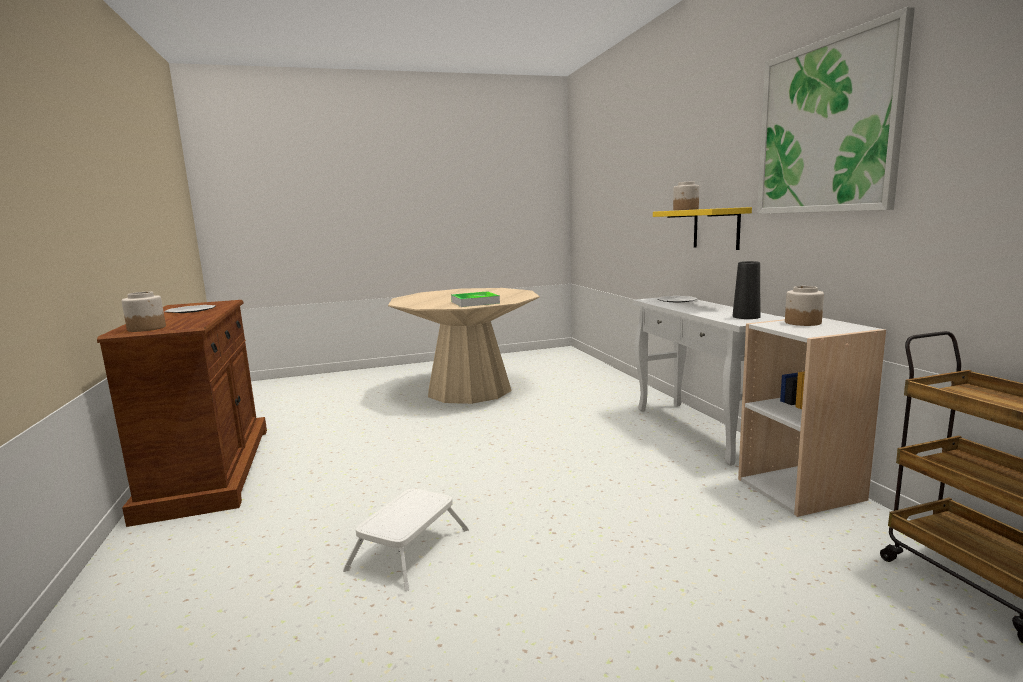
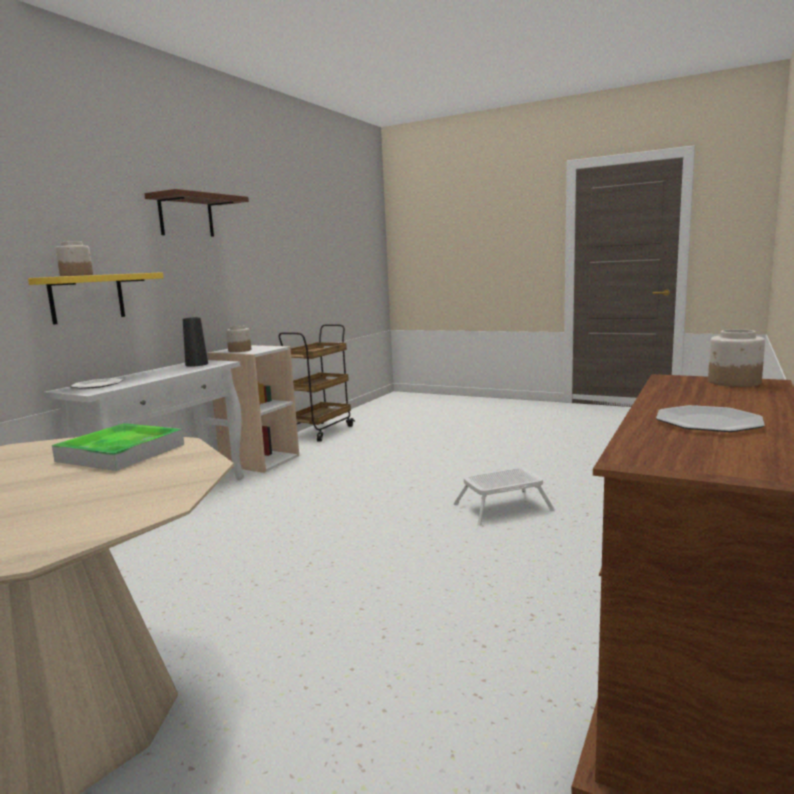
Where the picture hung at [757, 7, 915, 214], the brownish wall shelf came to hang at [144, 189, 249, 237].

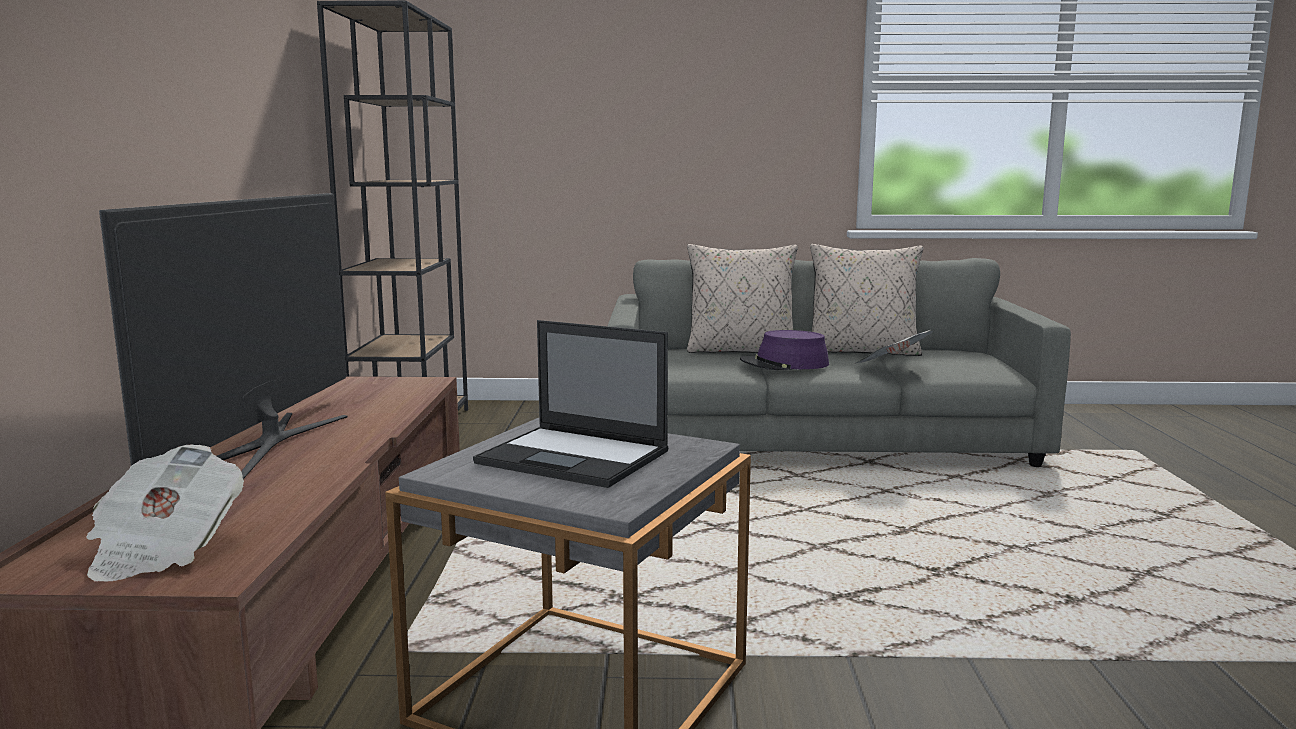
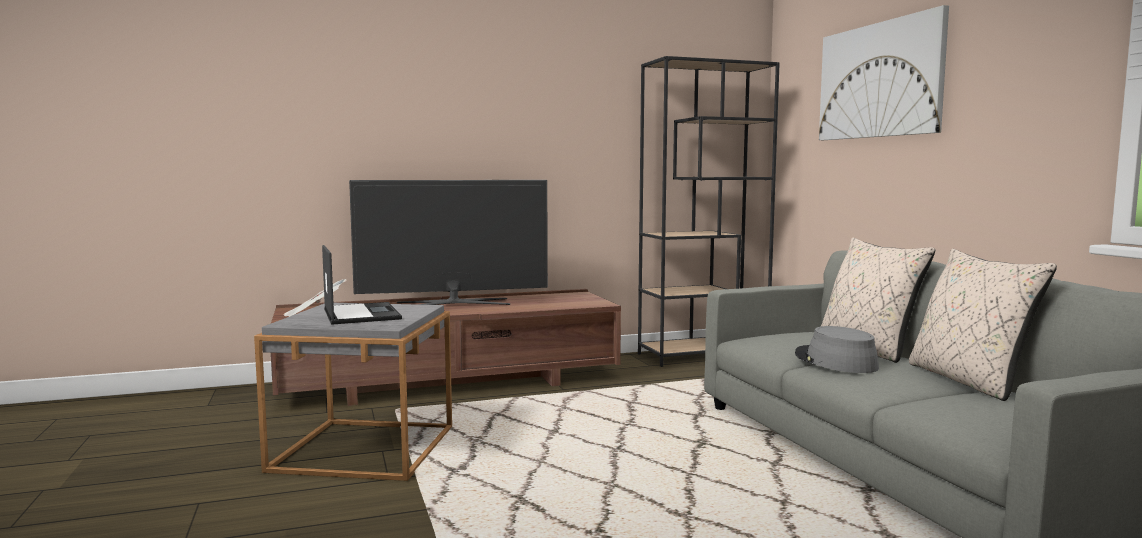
The laptop at [473, 320, 669, 488] ended up facing another way, 150 degrees clockwise from before.
What was the purplish hat at [740, 330, 829, 370] turned into the grey hat at [795, 326, 879, 373].
The second view gained the picture at [819, 5, 949, 140].
The second view lost the printed paper at [855, 330, 933, 364].

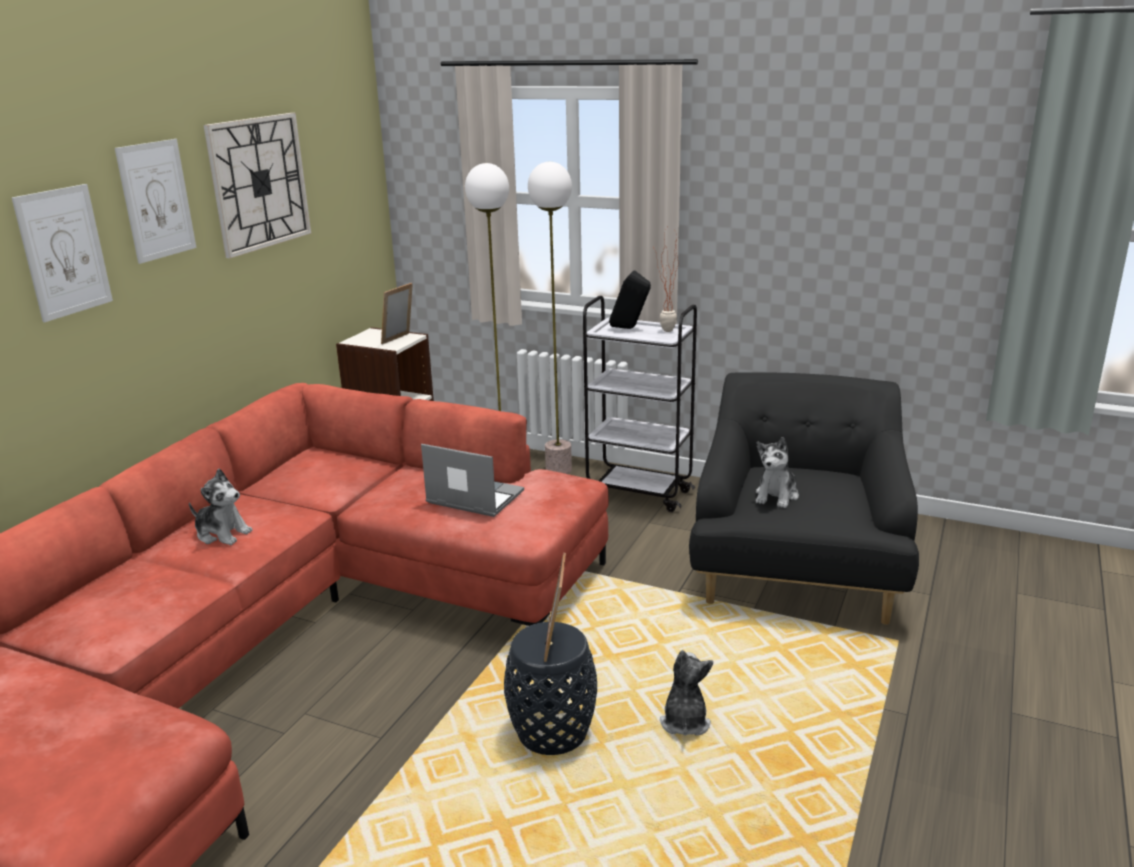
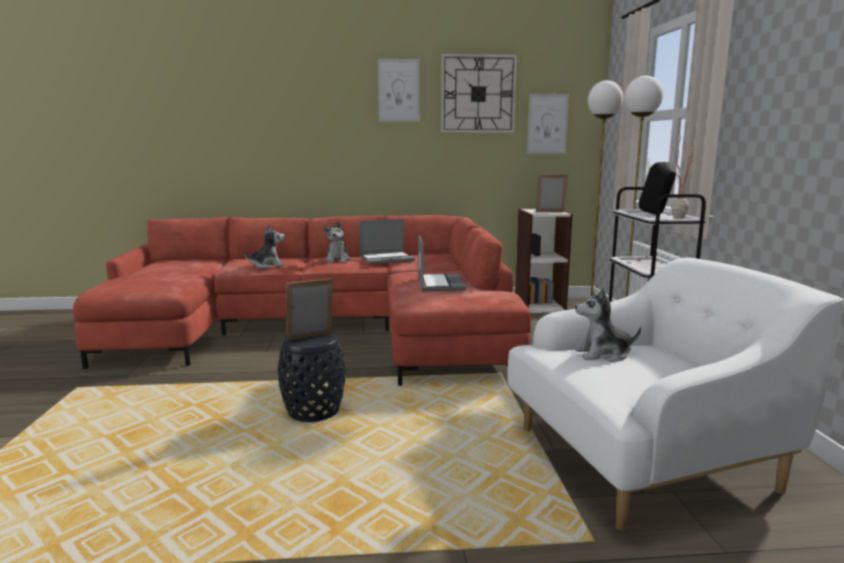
The plush toy ended up elsewhere, having gone from [660, 650, 713, 736] to [244, 224, 285, 268].
The second view gained the laptop at [359, 219, 415, 264].
What was the blackish easy chair at [689, 373, 919, 625] turned into the white-coloured easy chair at [507, 258, 844, 531].
The picture ended up elsewhere, having gone from [12, 184, 113, 322] to [527, 94, 569, 154].

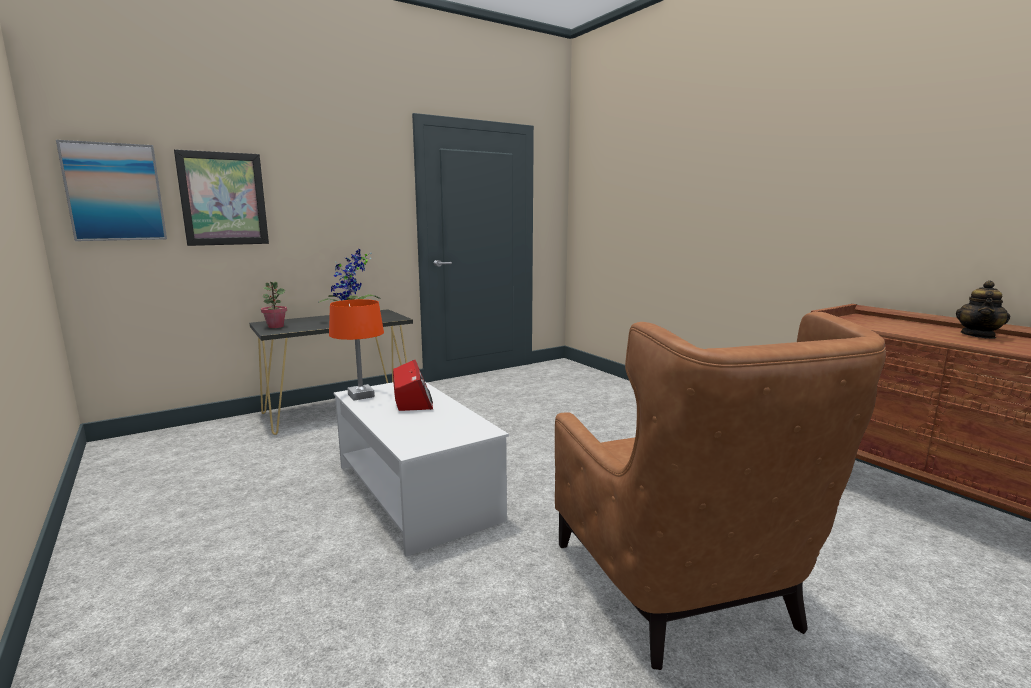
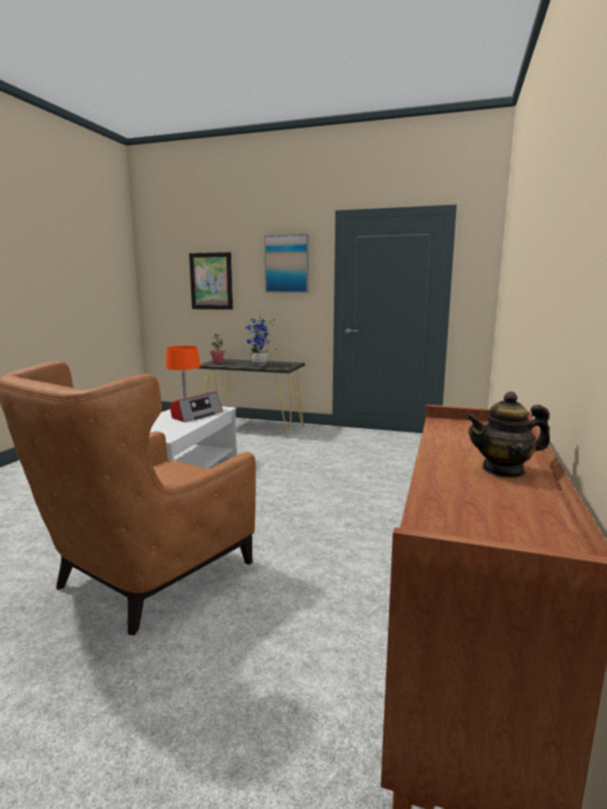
The picture ended up elsewhere, having gone from [56, 140, 167, 241] to [264, 234, 309, 293].

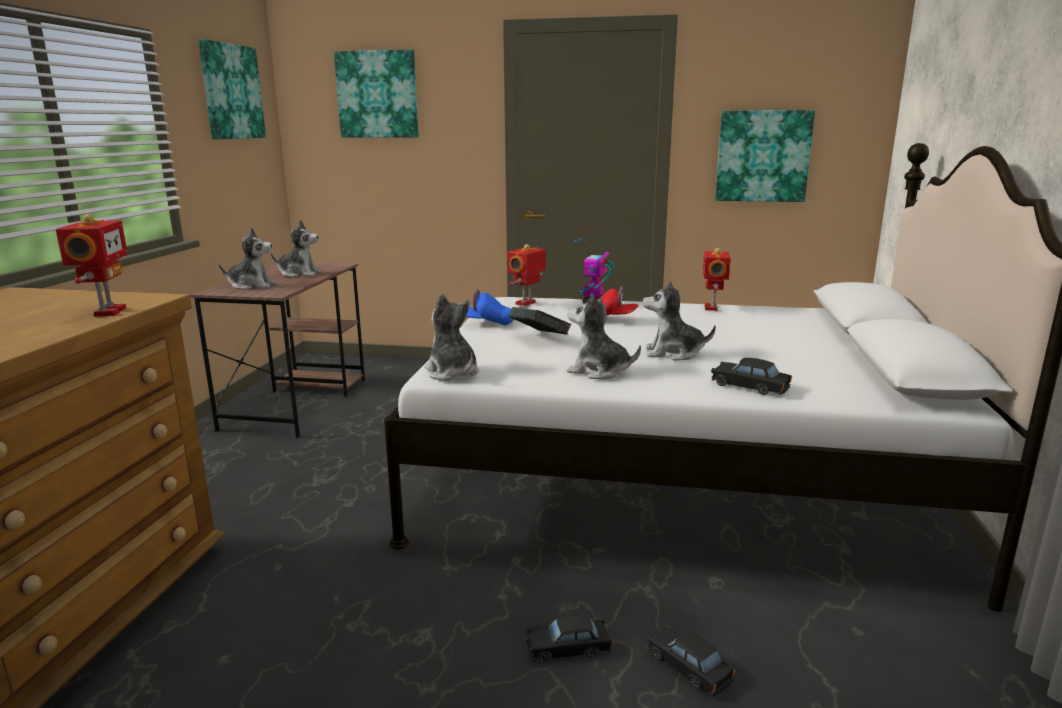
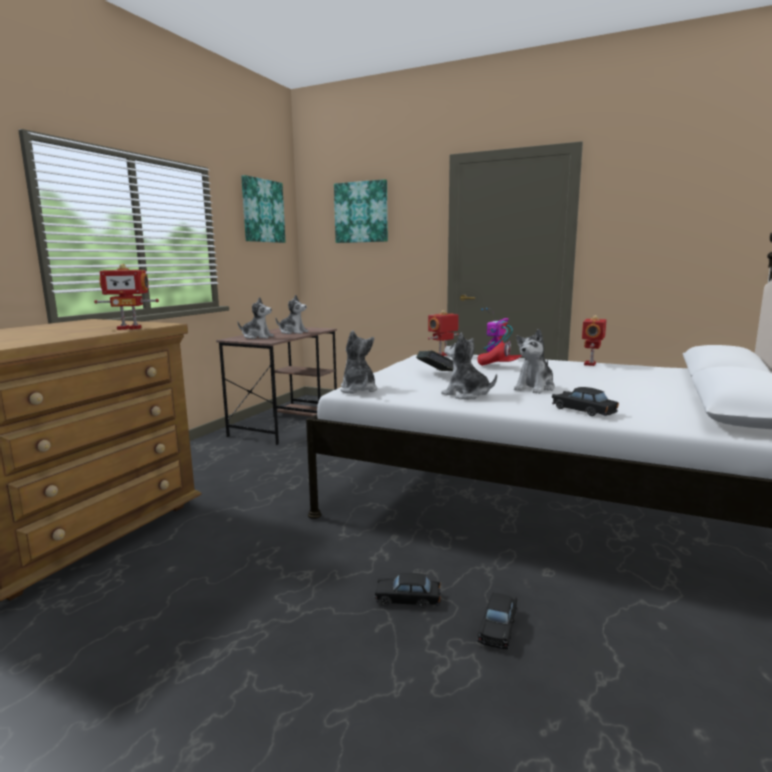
The robot figure at [56, 214, 128, 317] ended up facing another way, 75 degrees clockwise from before.
The blackish model car at [647, 624, 735, 696] ended up facing another way, 135 degrees counterclockwise from before.
The plush toy at [643, 280, 716, 361] ended up facing another way, 75 degrees counterclockwise from before.
The second view lost the bluish baseball cap at [466, 289, 514, 325].
The second view lost the picture at [715, 110, 815, 202].

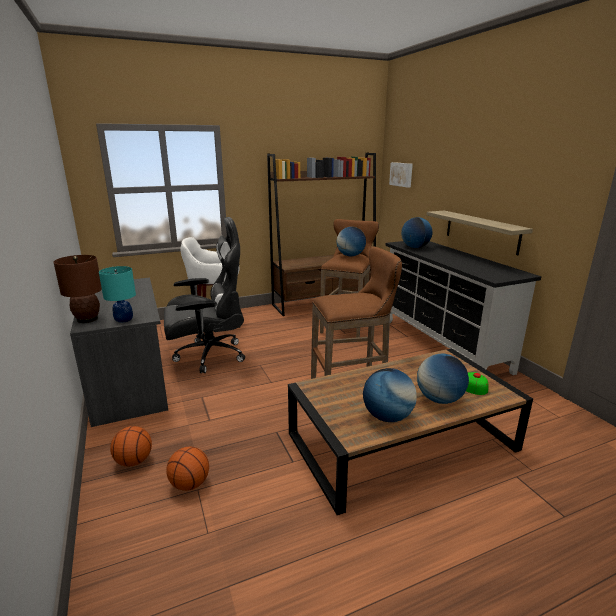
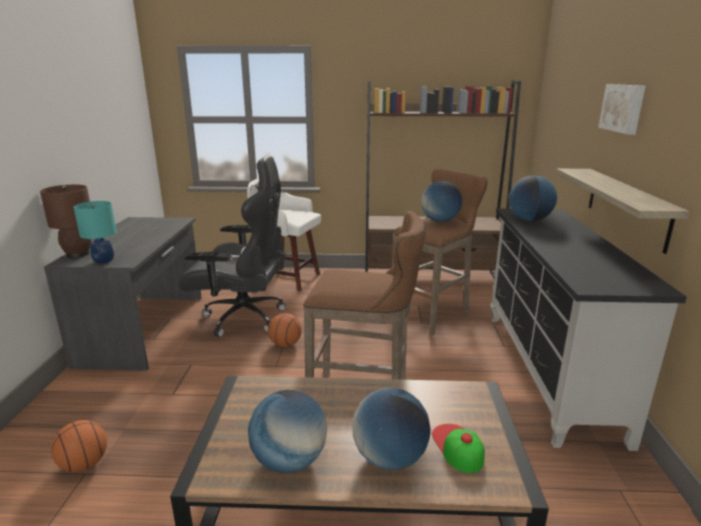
The basketball ball ended up elsewhere, having gone from [110, 426, 152, 467] to [268, 313, 302, 347].
The picture ended up elsewhere, having gone from [389, 162, 413, 188] to [598, 84, 646, 135].

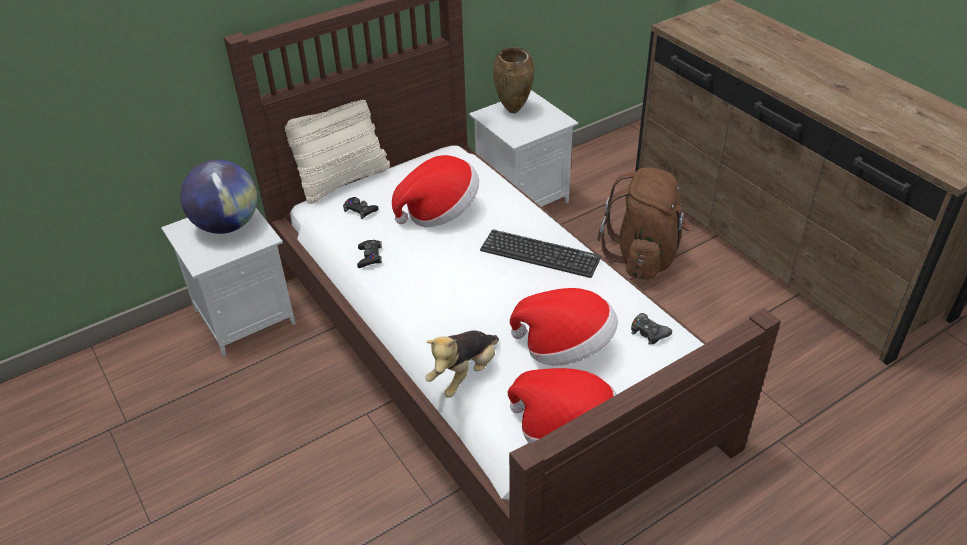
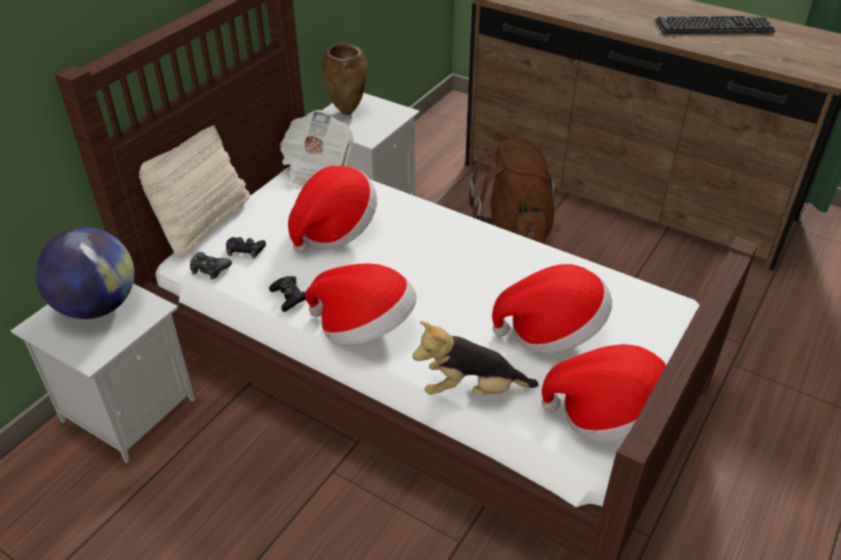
The blackish joypad ended up elsewhere, having gone from [631, 313, 672, 345] to [190, 252, 232, 279].
The second view gained the printed paper at [280, 110, 354, 188].
The second view gained the hat at [305, 263, 417, 345].
The plush toy at [425, 330, 499, 398] ended up facing another way, 75 degrees clockwise from before.
The PC keyboard ended up elsewhere, having gone from [480, 229, 601, 278] to [655, 16, 775, 34].

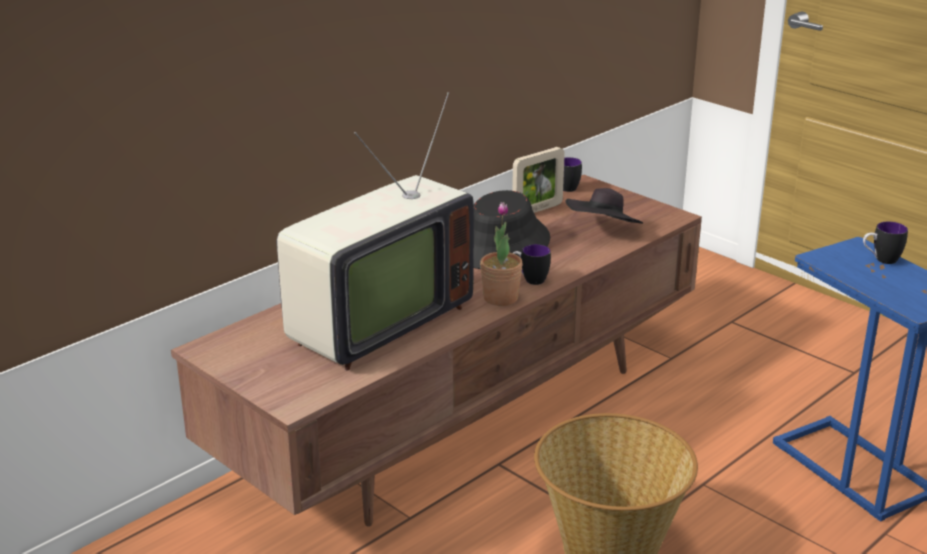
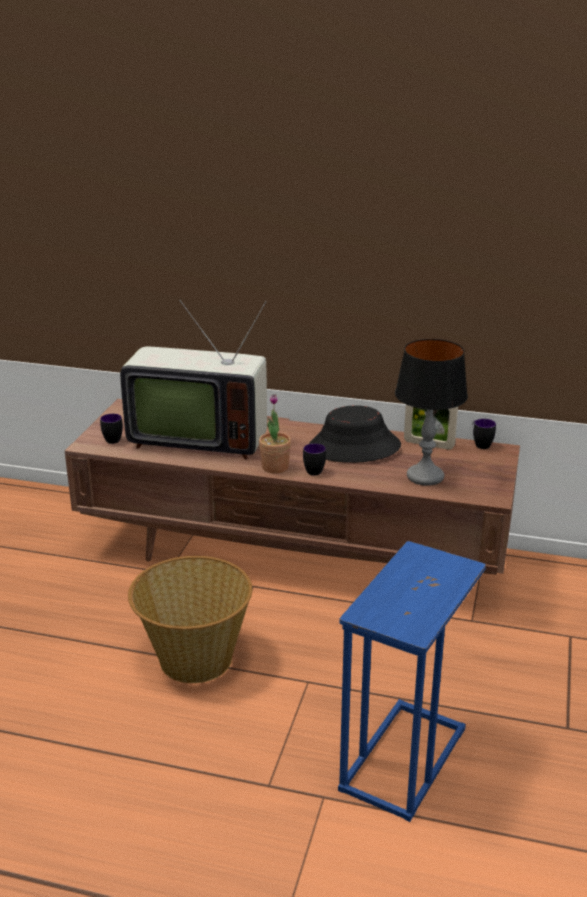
The mug ended up elsewhere, having gone from [863, 222, 908, 264] to [100, 414, 123, 444].
Where the blackish hat stood at [566, 188, 643, 224], the lamp for a table came to stand at [395, 339, 468, 486].

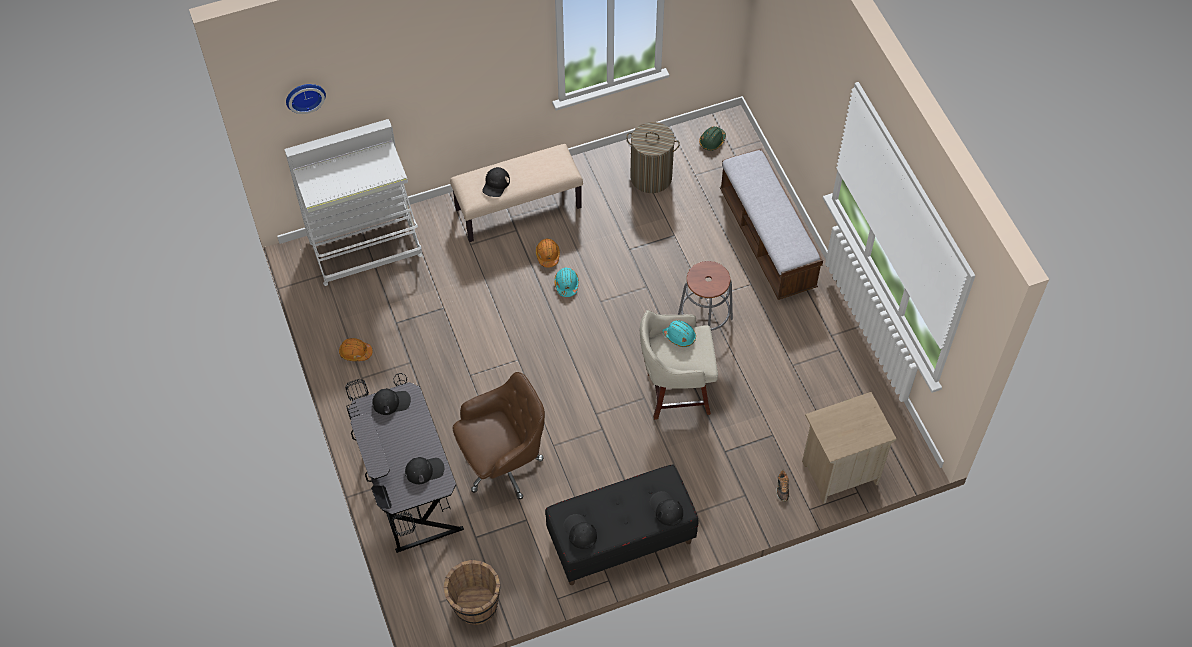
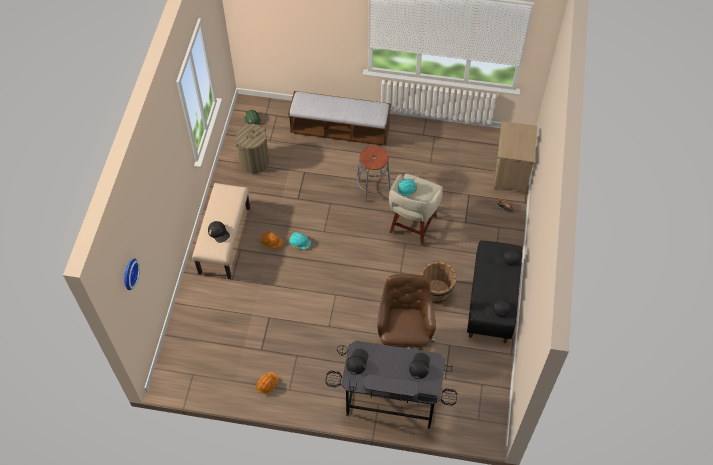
The brownish bucket ended up elsewhere, having gone from [443, 560, 500, 625] to [420, 261, 457, 304].
The second view lost the white-coloured shoe rack at [284, 119, 422, 286].

